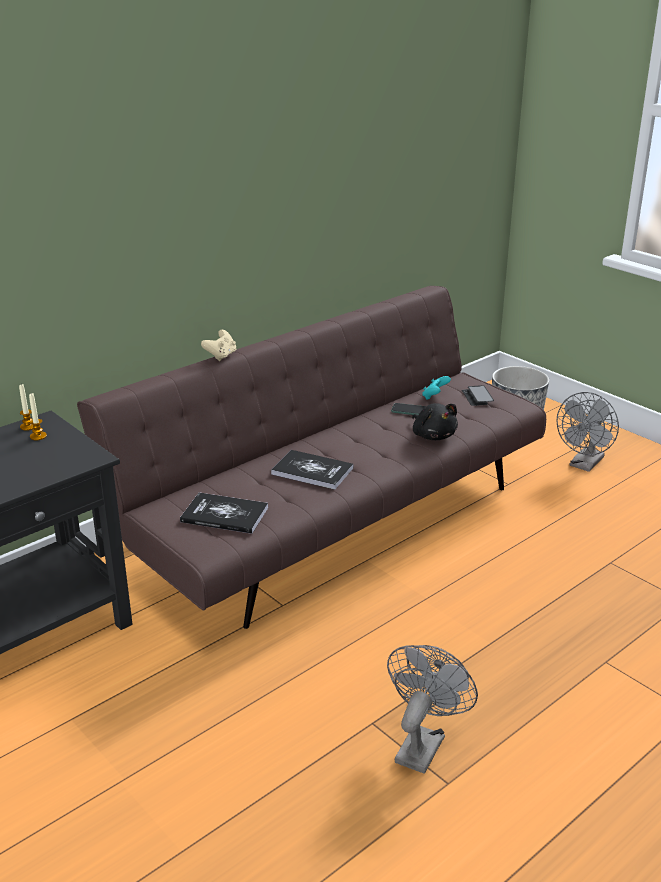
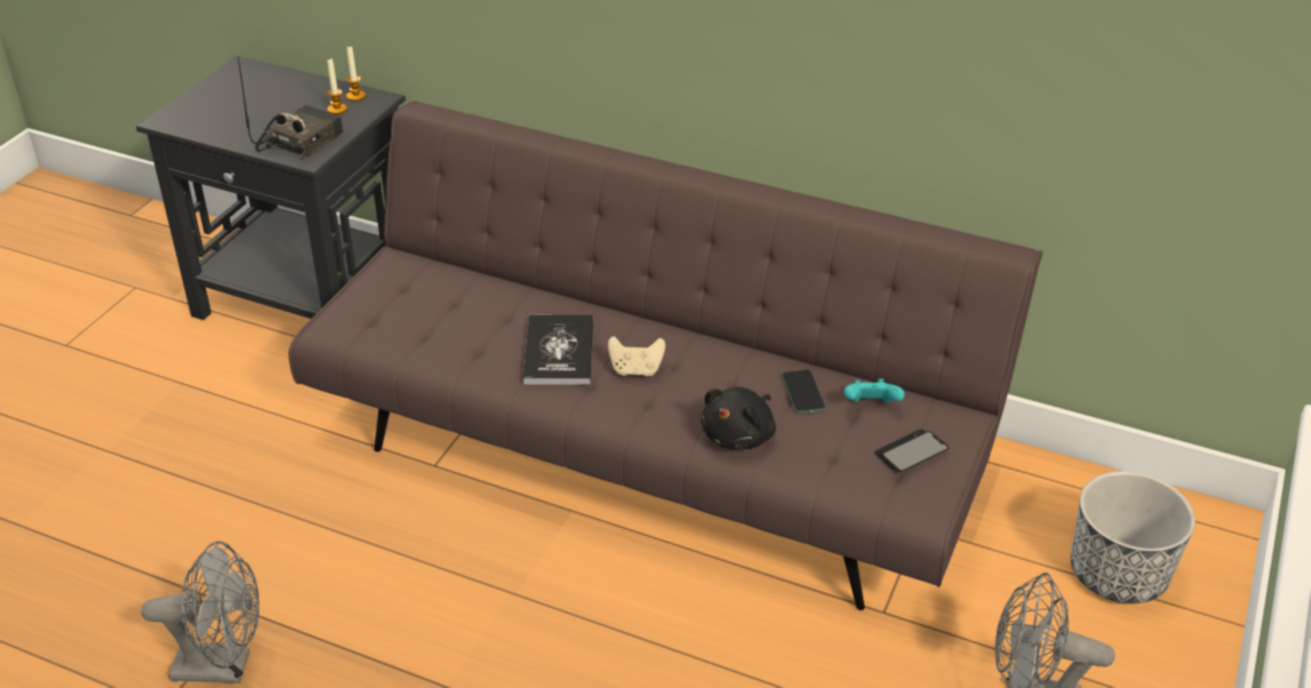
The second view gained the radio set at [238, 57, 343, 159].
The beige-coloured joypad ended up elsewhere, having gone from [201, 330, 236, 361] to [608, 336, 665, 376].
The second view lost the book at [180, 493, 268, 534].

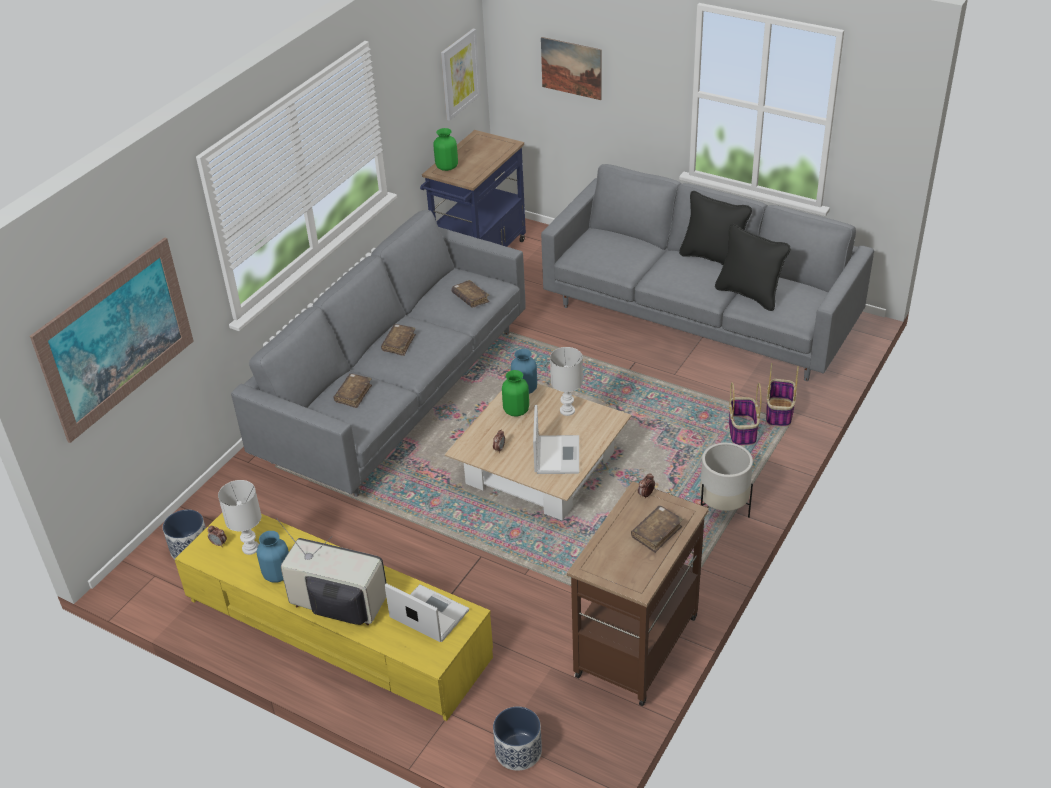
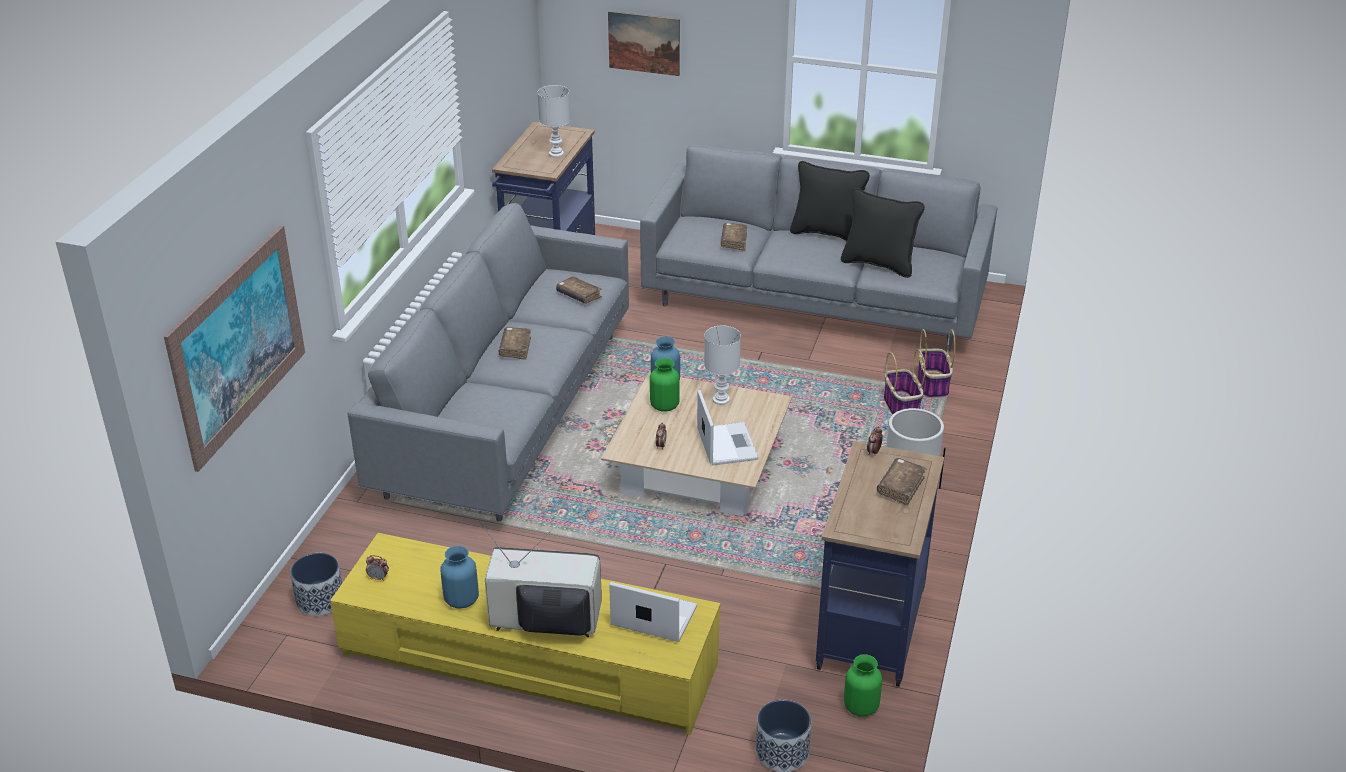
The white-coloured lamp for a table ended up elsewhere, having gone from [218, 480, 262, 555] to [538, 85, 570, 157].
The brownish book ended up elsewhere, having gone from [333, 373, 372, 408] to [721, 223, 748, 251].
What was the brownish trolley at [567, 481, 709, 706] turned into the bluish trolley at [815, 441, 944, 687].
The green-coloured decorative vase ended up elsewhere, having gone from [433, 128, 458, 171] to [844, 654, 882, 717].
The second view lost the picture at [441, 29, 480, 121].

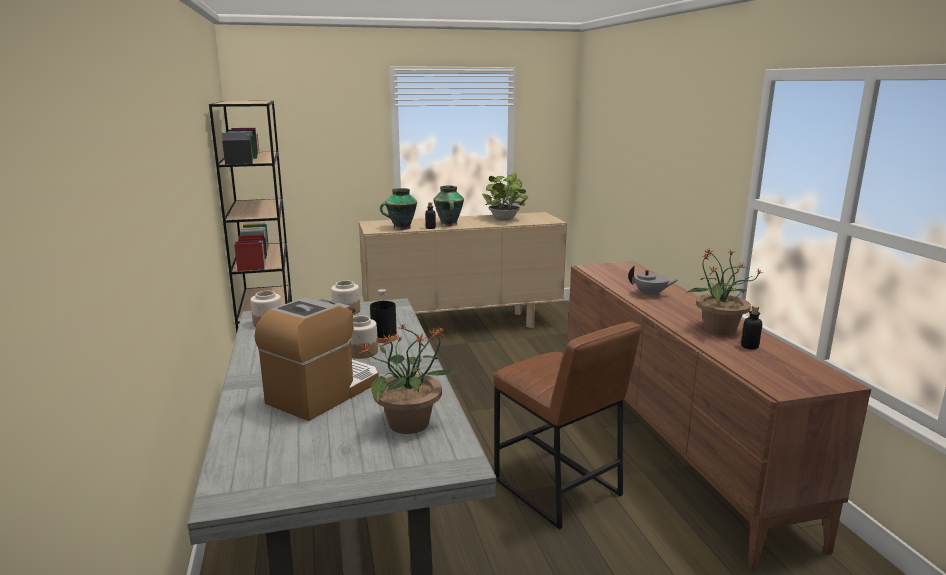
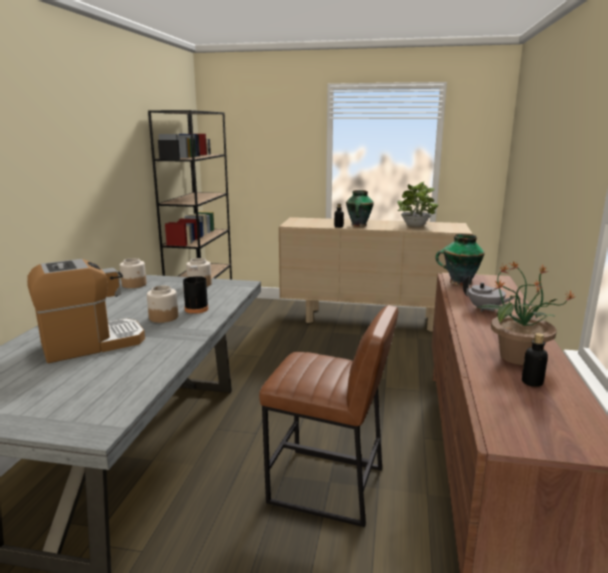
The brownish upright chair at [493, 322, 641, 529] ended up facing another way, 60 degrees counterclockwise from before.
The decorative vase ended up elsewhere, having gone from [380, 188, 417, 230] to [435, 234, 485, 286].
The second view lost the potted plant at [358, 323, 461, 434].

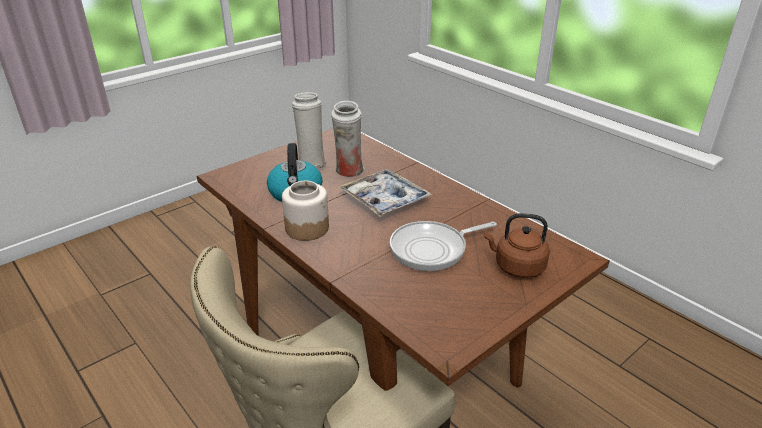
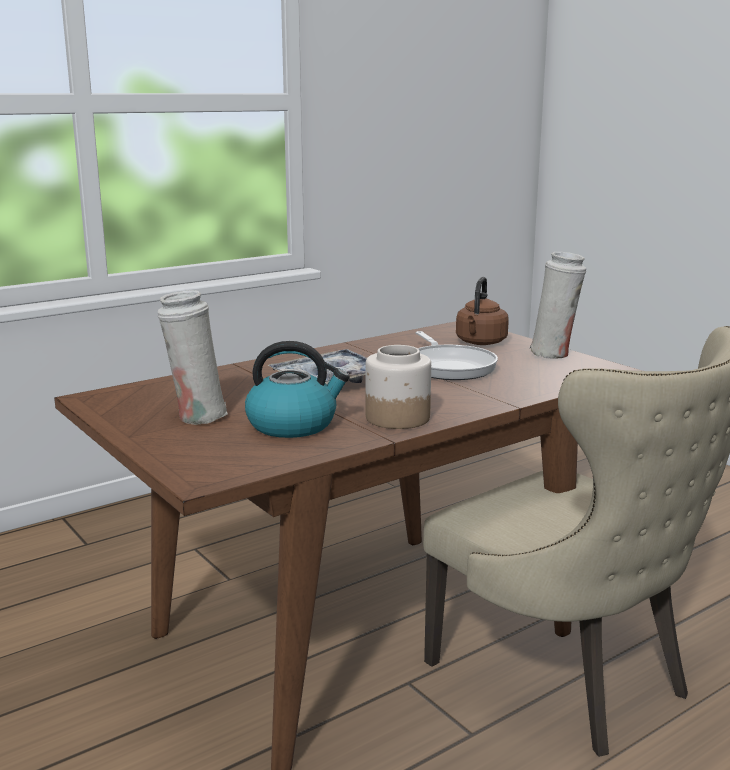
The white-coloured decorative vase ended up elsewhere, having gone from [331, 101, 365, 177] to [529, 252, 586, 359].

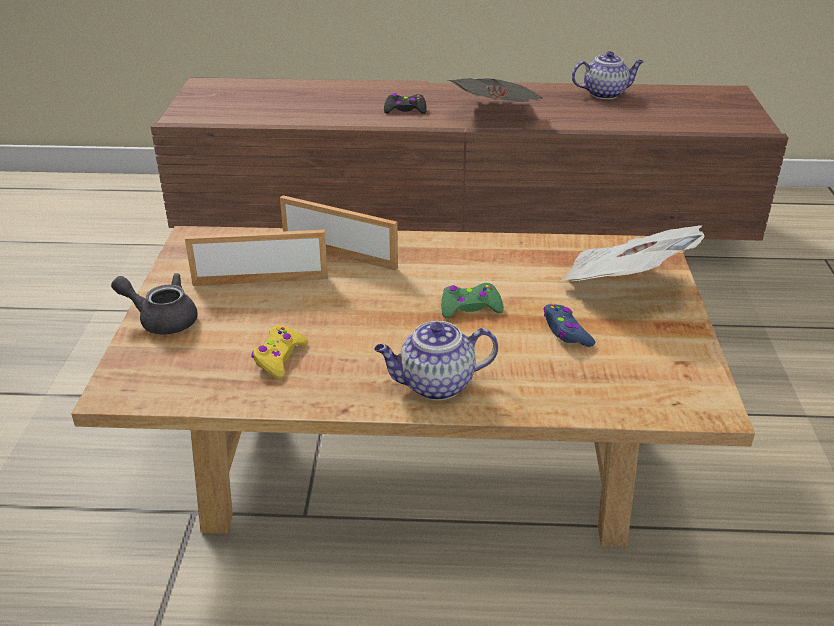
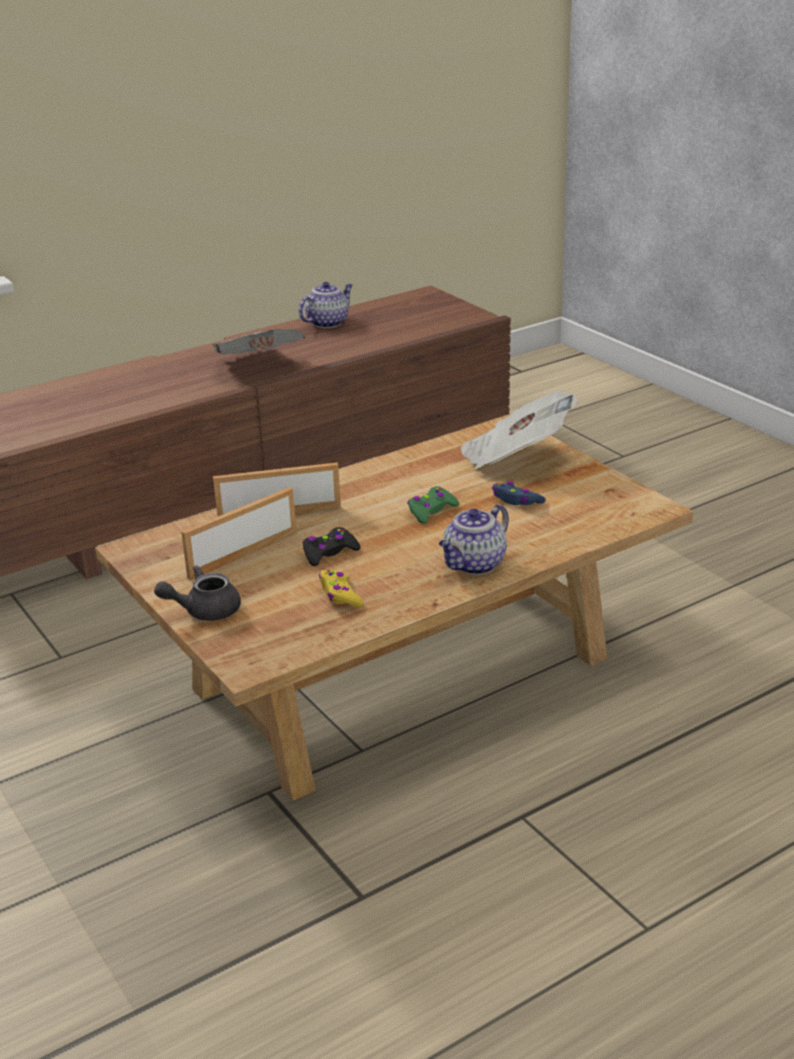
The blackish joypad ended up elsewhere, having gone from [384, 93, 427, 114] to [303, 527, 360, 566].

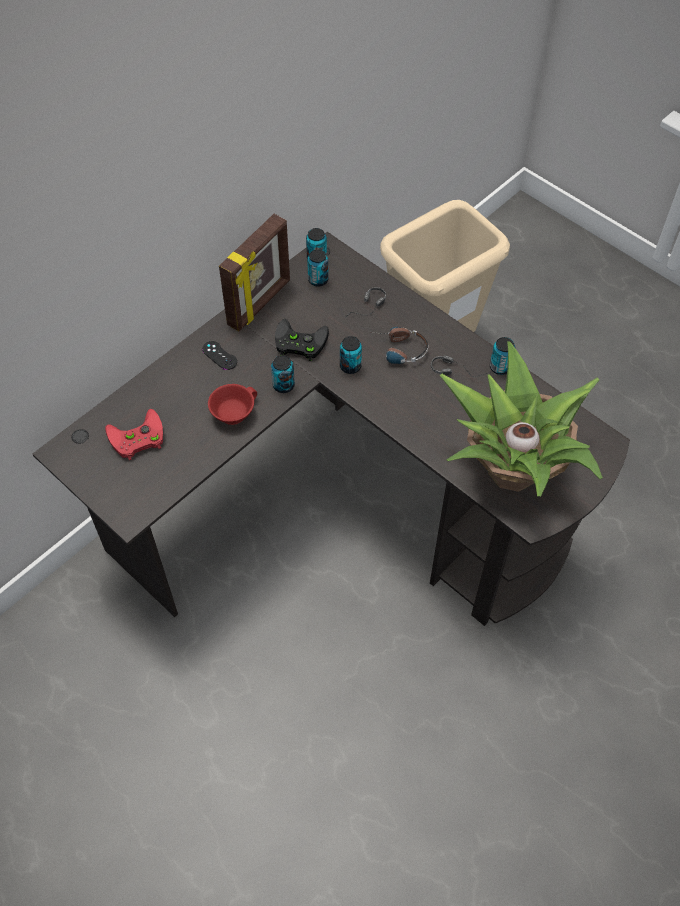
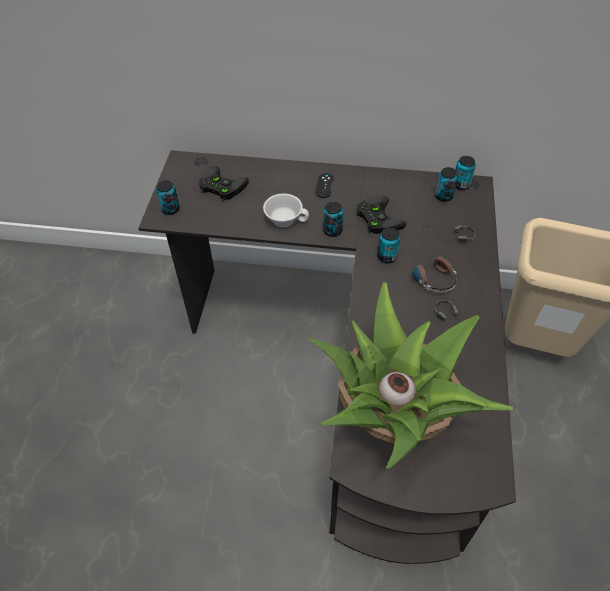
The sealed can ended up elsewhere, having gone from [490, 337, 516, 375] to [156, 180, 180, 215].
What was the red-coloured joypad at [105, 409, 163, 460] turned into the blackish joypad at [199, 166, 249, 201].
What was the red-coloured small cup at [208, 384, 257, 425] turned into the white-coloured small cup at [263, 194, 309, 227].
The second view lost the photo frame at [219, 214, 290, 331].

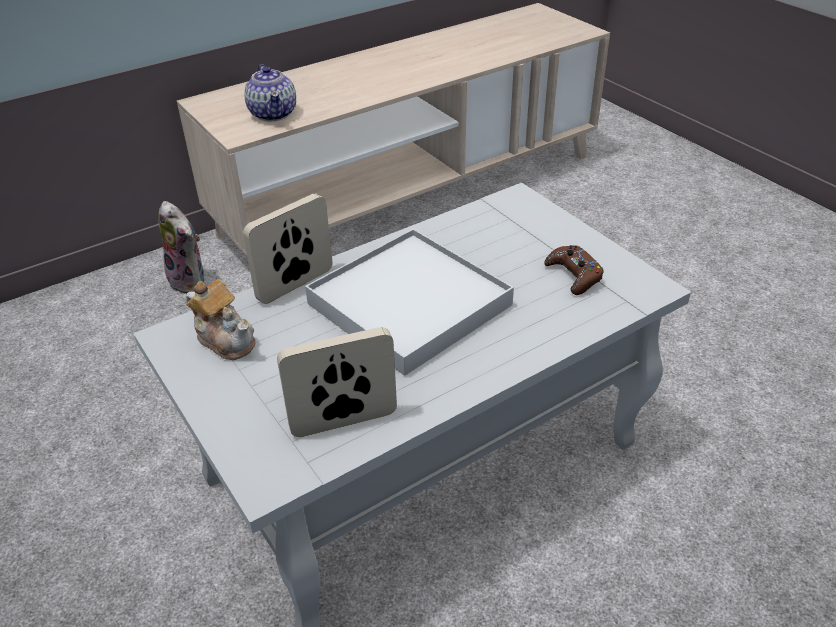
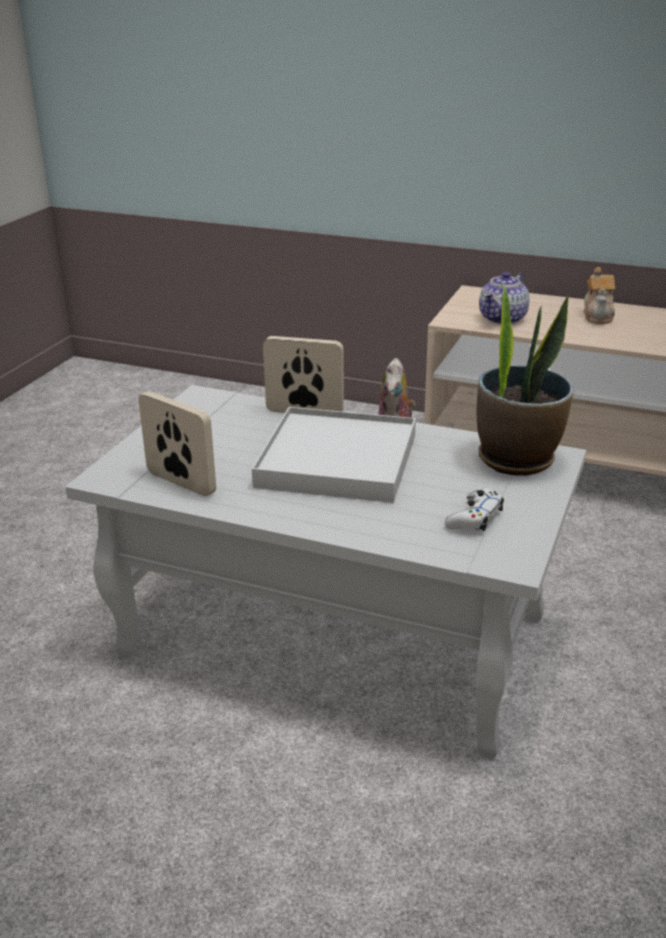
What was the brownish joypad at [544, 245, 604, 295] turned into the white-coloured joypad at [445, 488, 504, 531].
The second view gained the potted plant at [477, 283, 574, 476].
The tea pot ended up elsewhere, having gone from [186, 279, 255, 360] to [584, 267, 615, 324].

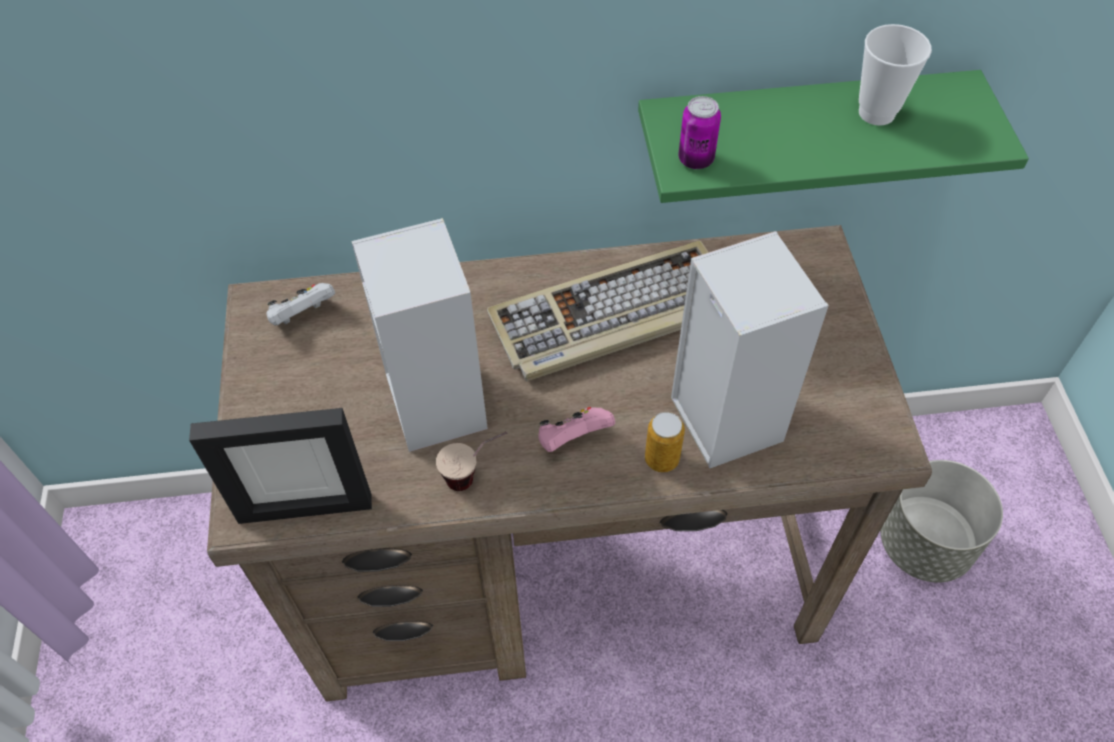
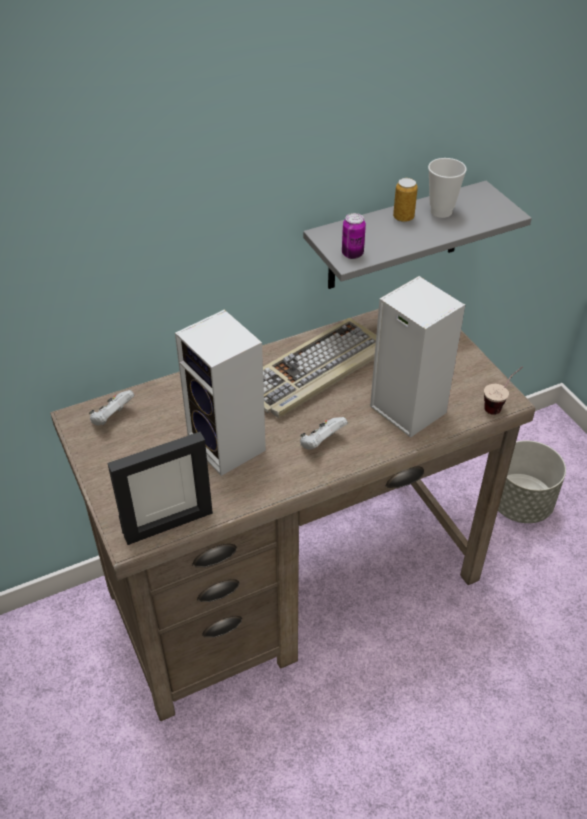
What was the pinkish joypad at [538, 407, 615, 452] turned into the white-coloured joypad at [300, 417, 348, 450].
What was the green-coloured wall shelf at [638, 70, 1029, 203] turned into the grey wall shelf at [303, 181, 532, 289].
The sealed can ended up elsewhere, having gone from [645, 412, 685, 472] to [393, 178, 418, 222].
The small cup ended up elsewhere, having gone from [436, 431, 508, 491] to [484, 366, 523, 415].

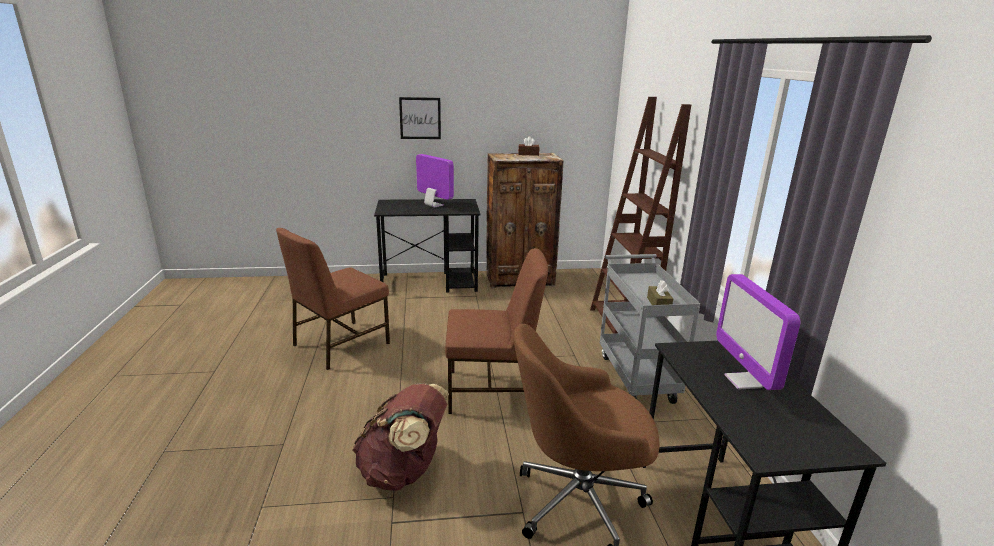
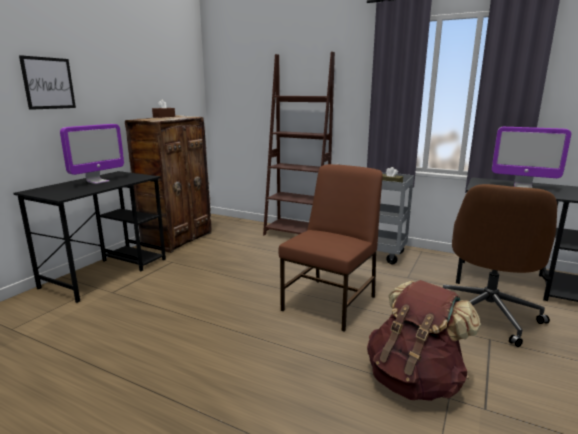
The computer display at [416, 154, 454, 207] ended up facing another way, 135 degrees clockwise from before.
The second view lost the brownish upright chair at [276, 228, 390, 370].

